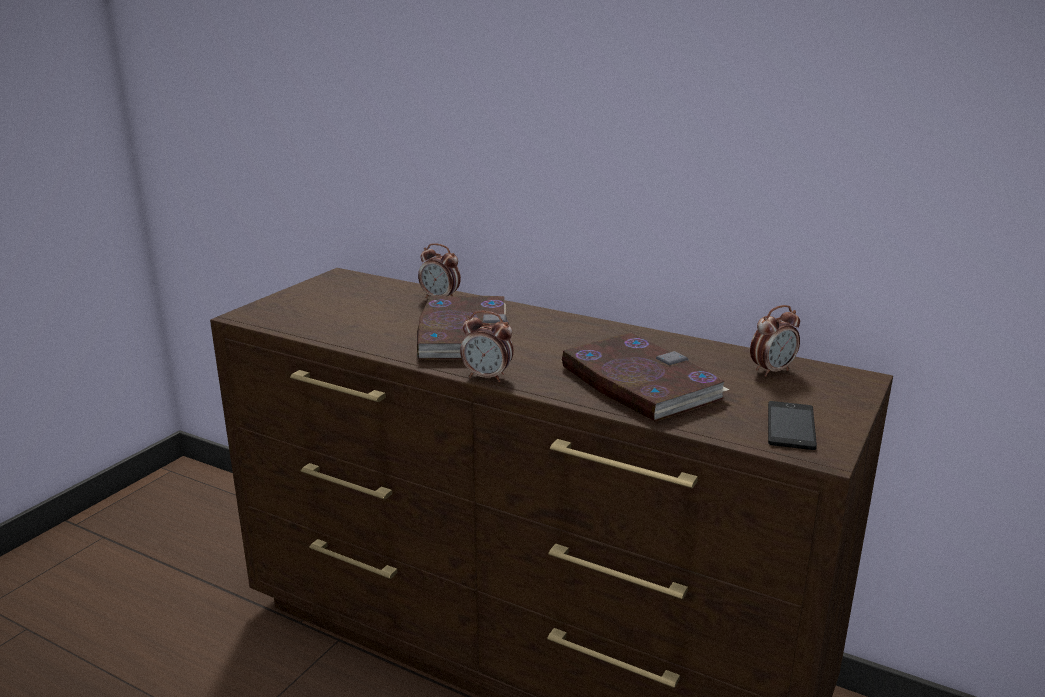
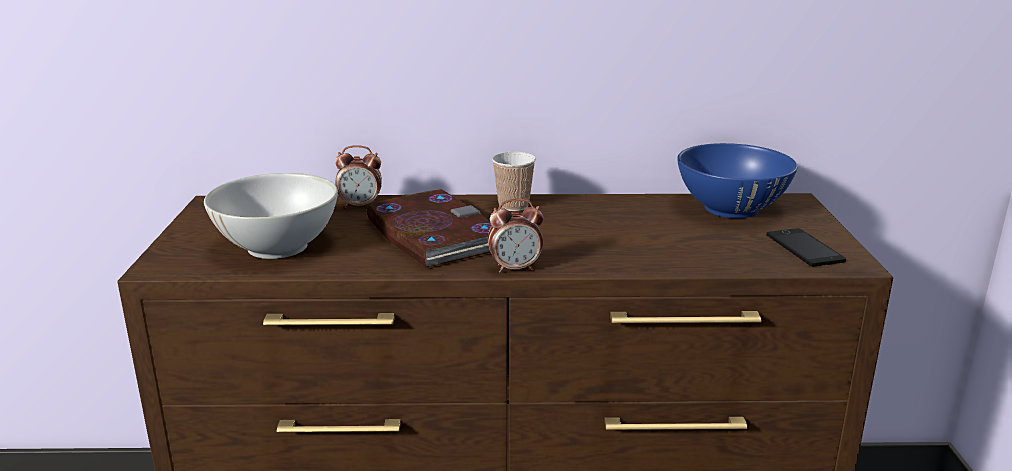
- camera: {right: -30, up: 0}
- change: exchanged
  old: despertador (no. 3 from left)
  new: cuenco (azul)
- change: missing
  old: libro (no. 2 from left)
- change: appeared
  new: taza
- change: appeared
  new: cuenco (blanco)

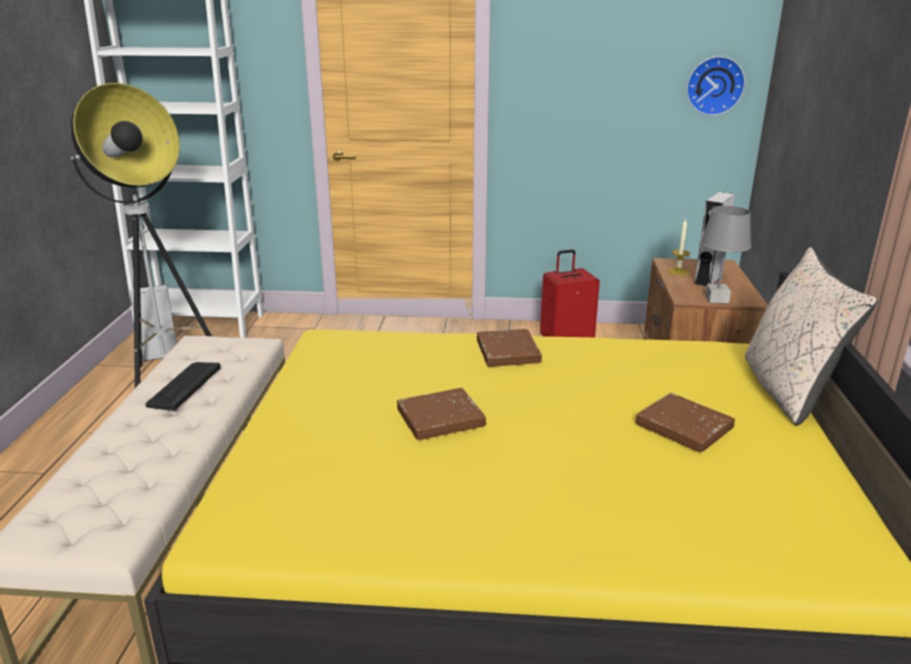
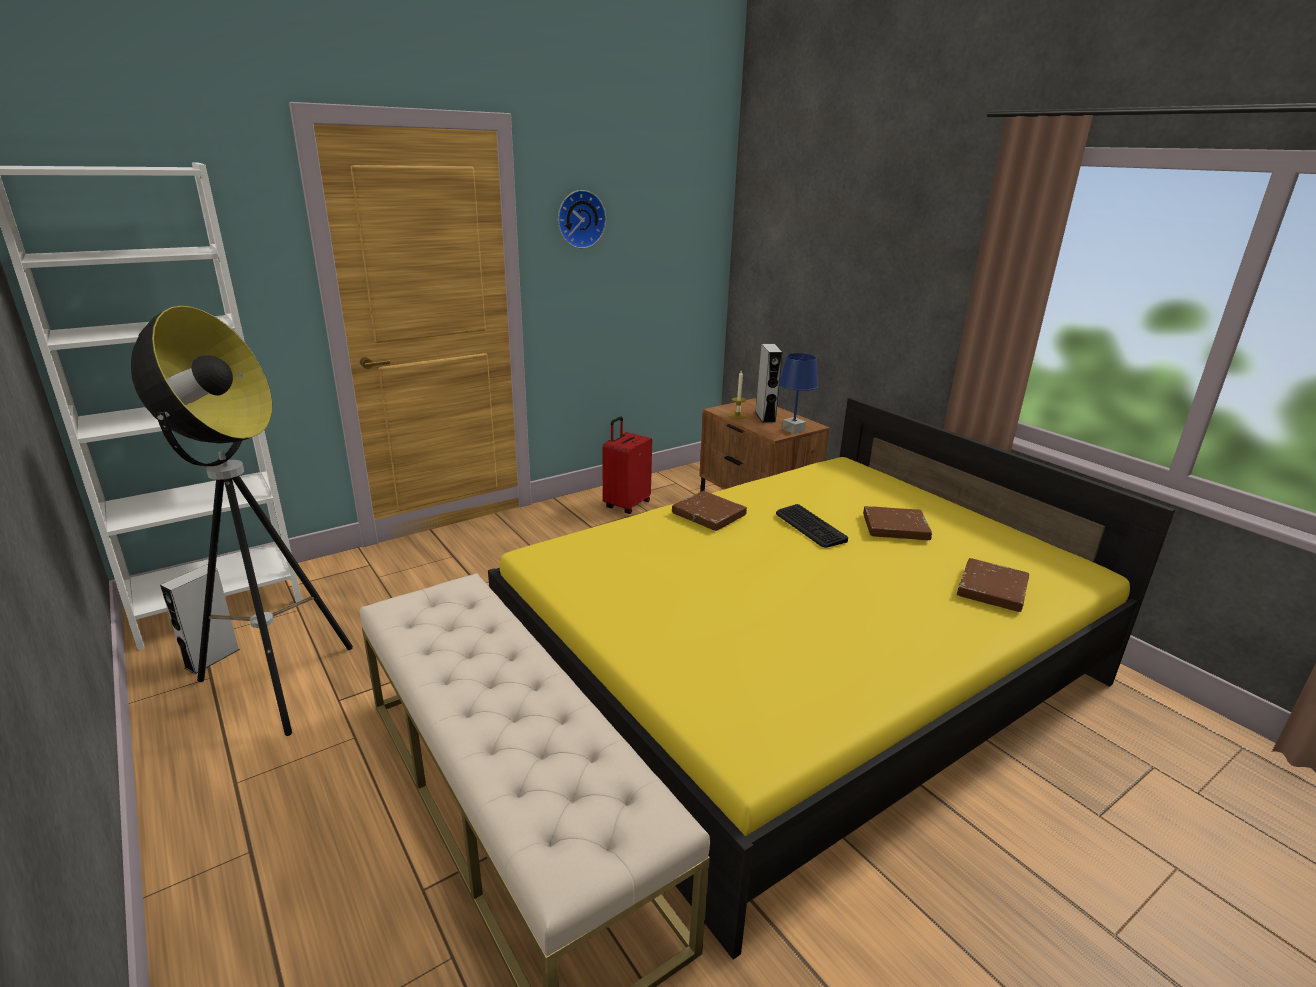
- camera: {right: -40, up: 0}
- change: relocated
  old: reloj de pared
- change: colour
  old: lámpara de mesa (gris)
  new: lámpara de mesa (azul)
- change: missing
  old: cojín (beis)
- change: relocated
  old: teclado
- change: relocated
  old: libro (marrón) (no. 1 from left in the first image)
  new: libro (marrón) (no. 3 from left)

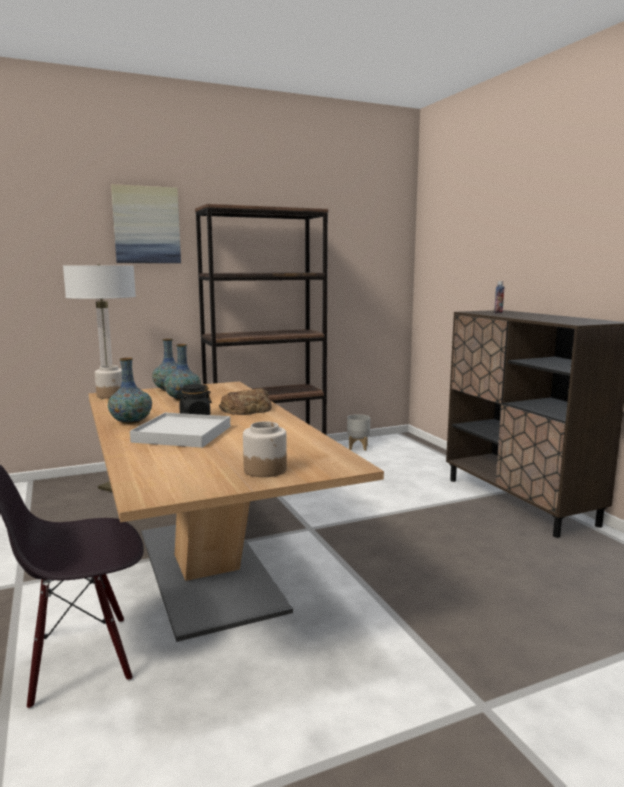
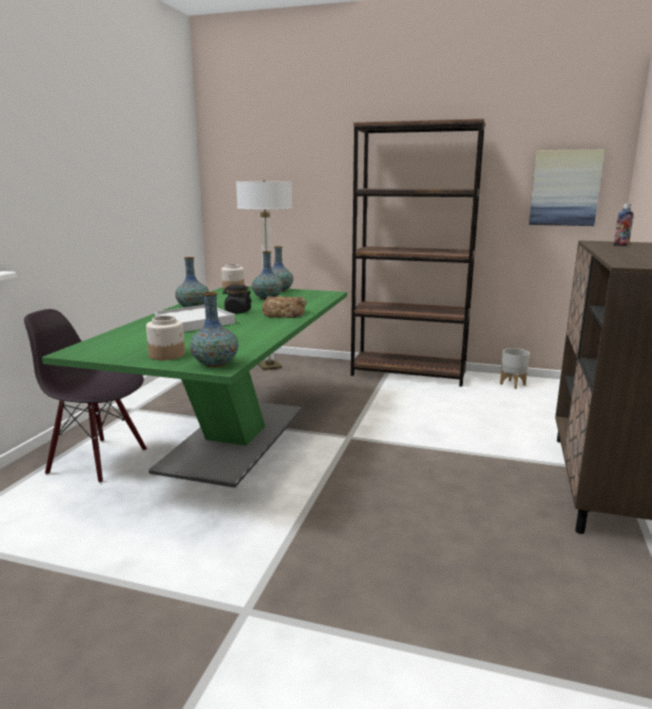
- camera: {right: 40, up: 5}
- change: relocated
  old: cuadro
- change: colour
  old: mesa de comedor (beis)
  new: mesa de comedor (verde)
- change: appeared
  new: florero (no. 2 from left)

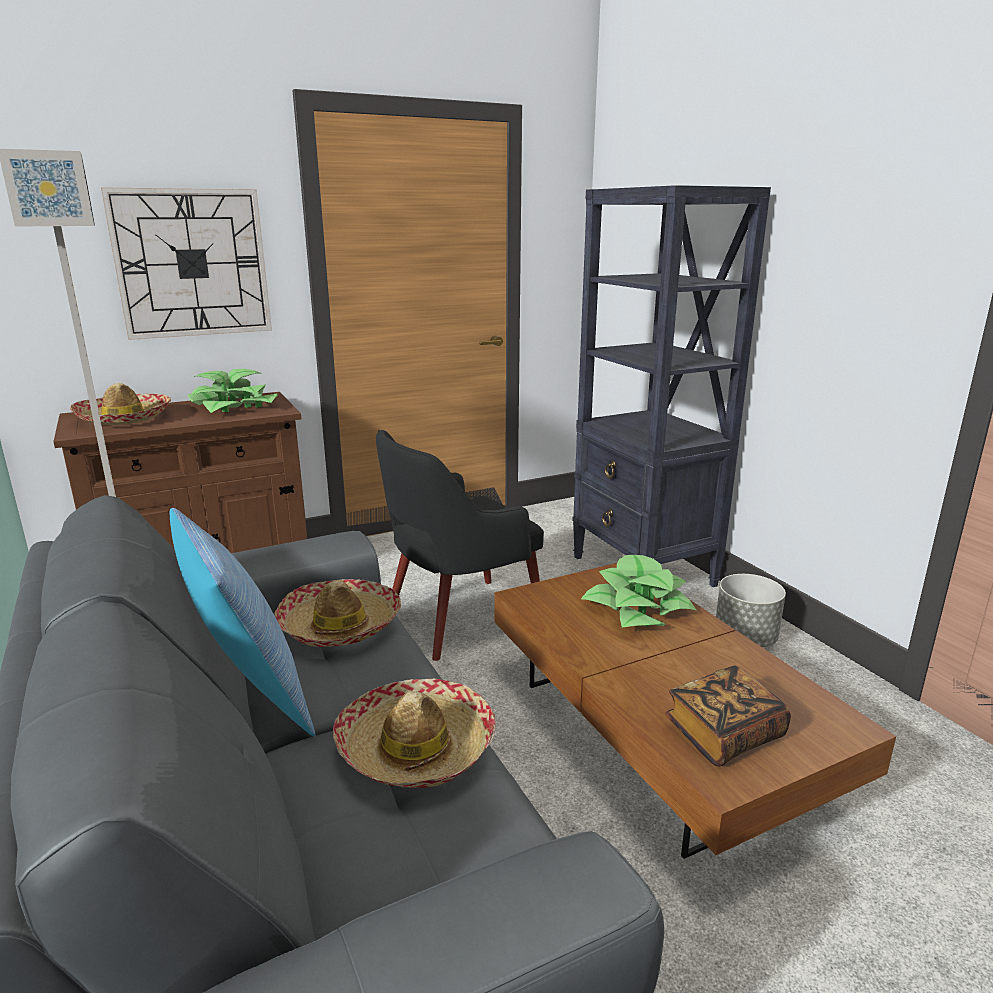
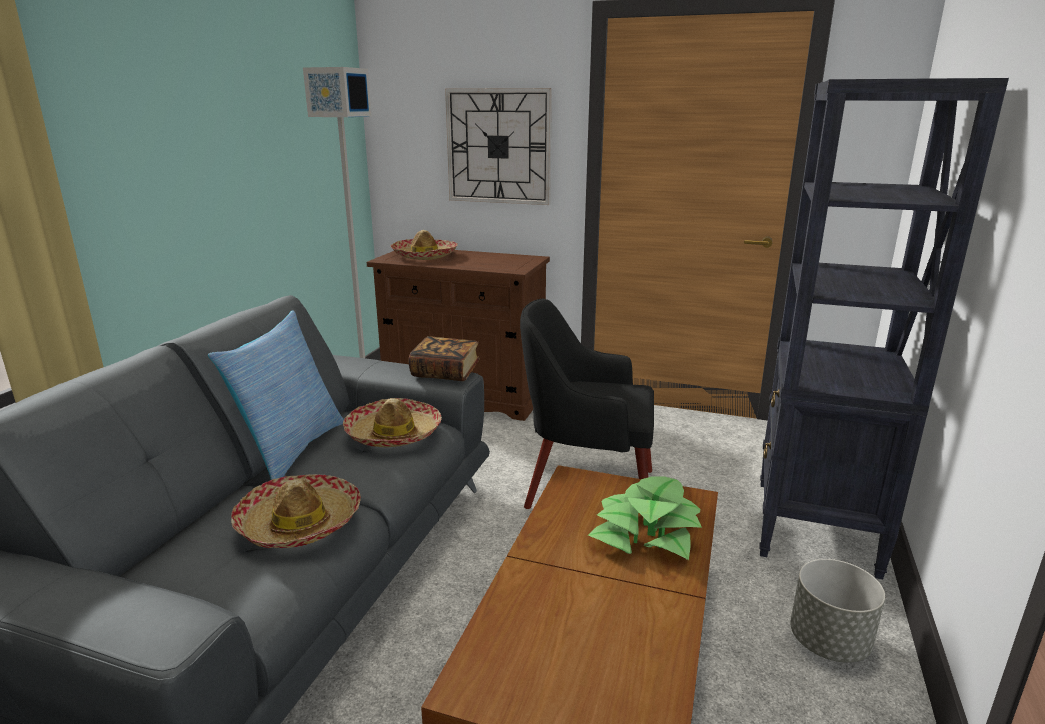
- camera: {right: 45, up: 0}
- change: missing
  old: planta en maceta (no. 1 from left)
- change: relocated
  old: libro

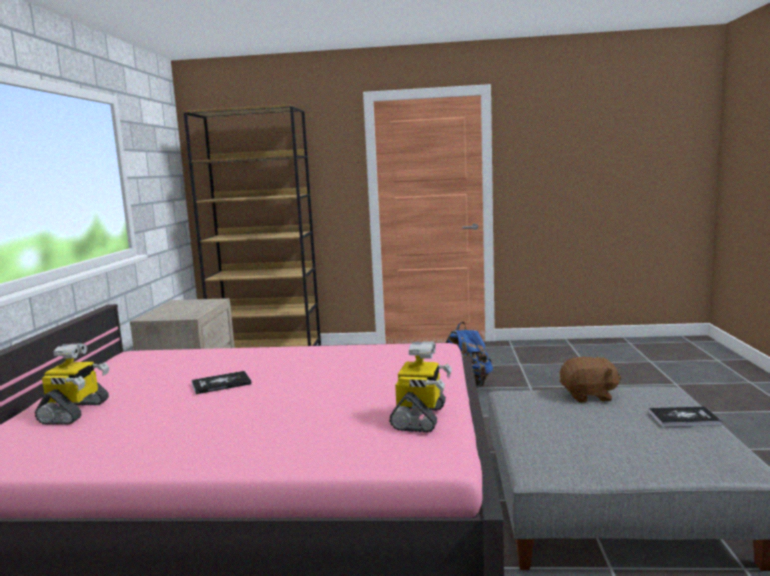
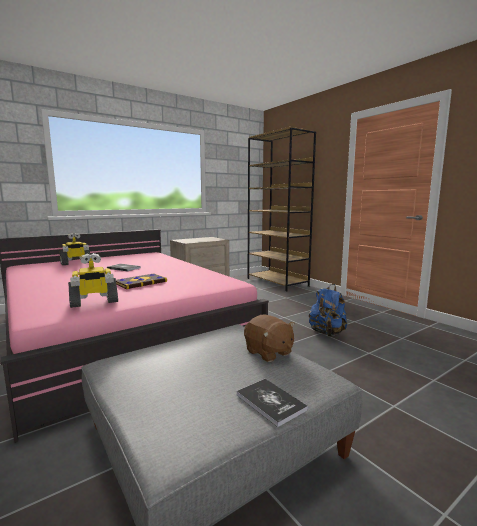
- camera: {right: 50, up: 0}
- change: appeared
  new: libro (no. 2 from left)

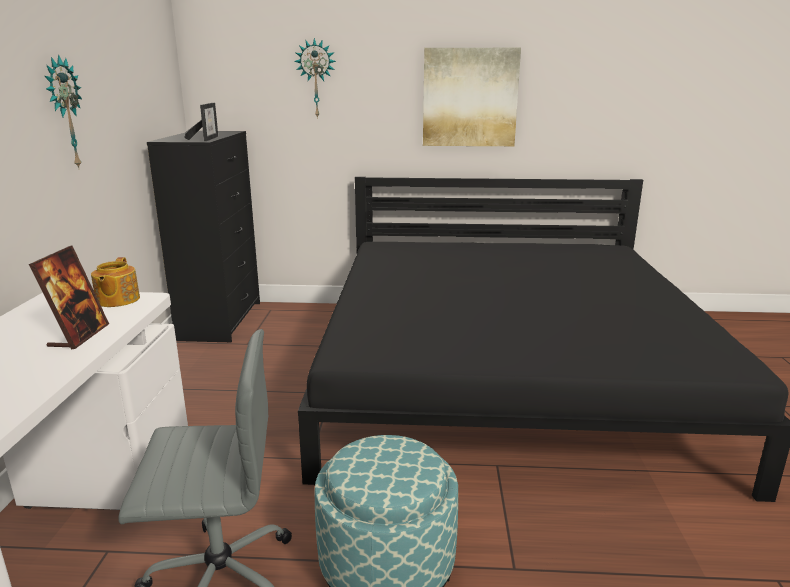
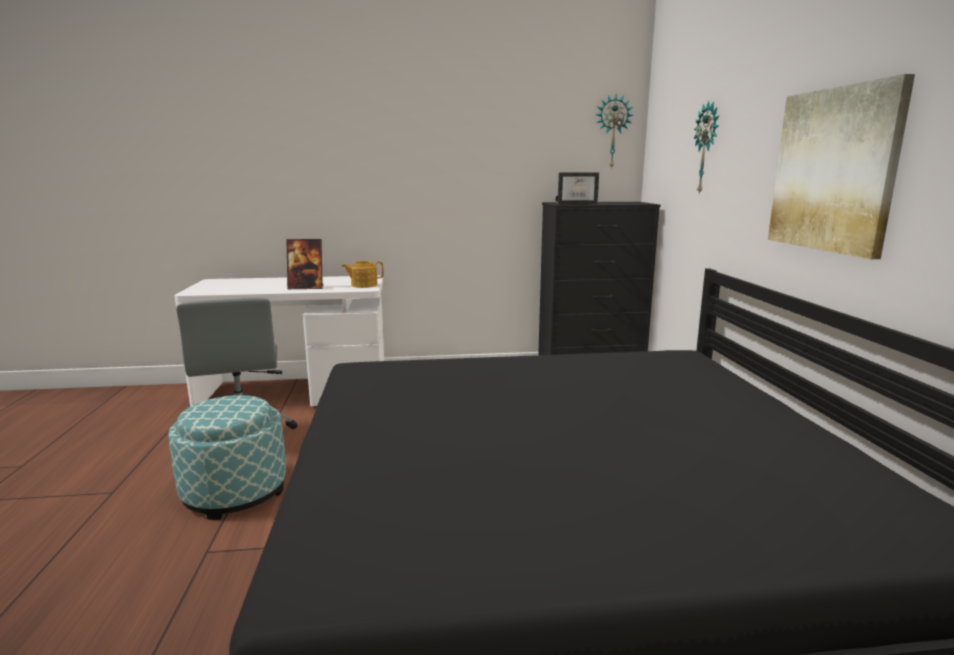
- camera: {right: 80, up: -5}
- change: relocated
  old: reloj de pared (no. 1 from left)

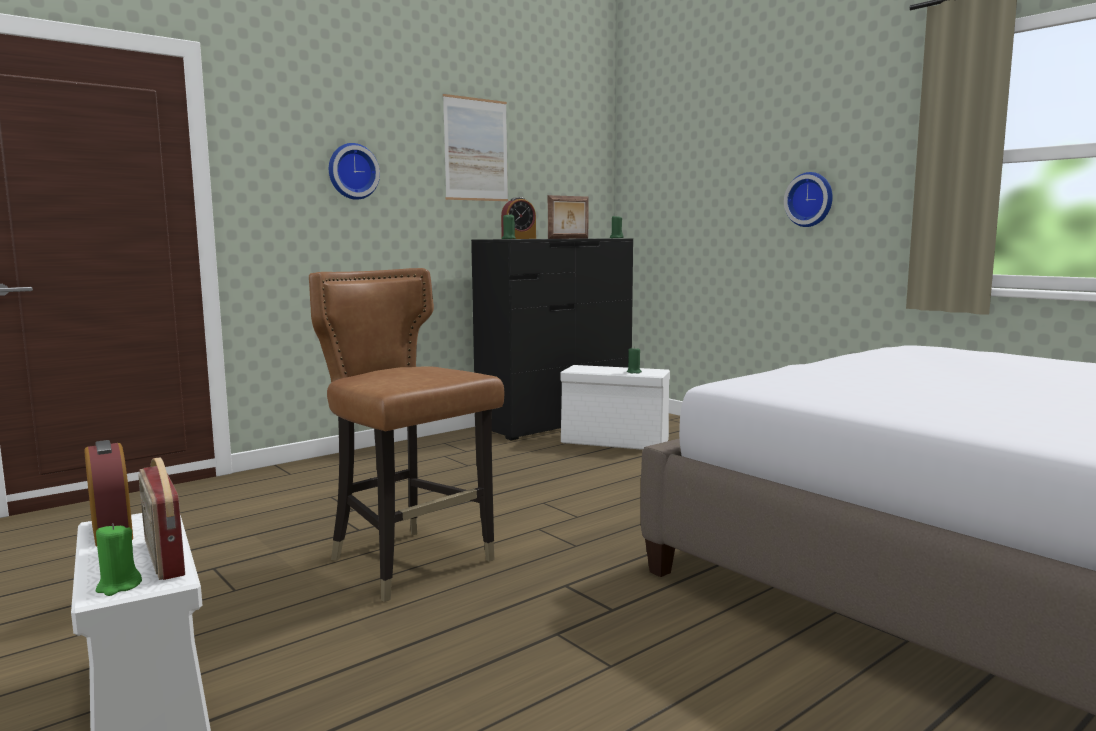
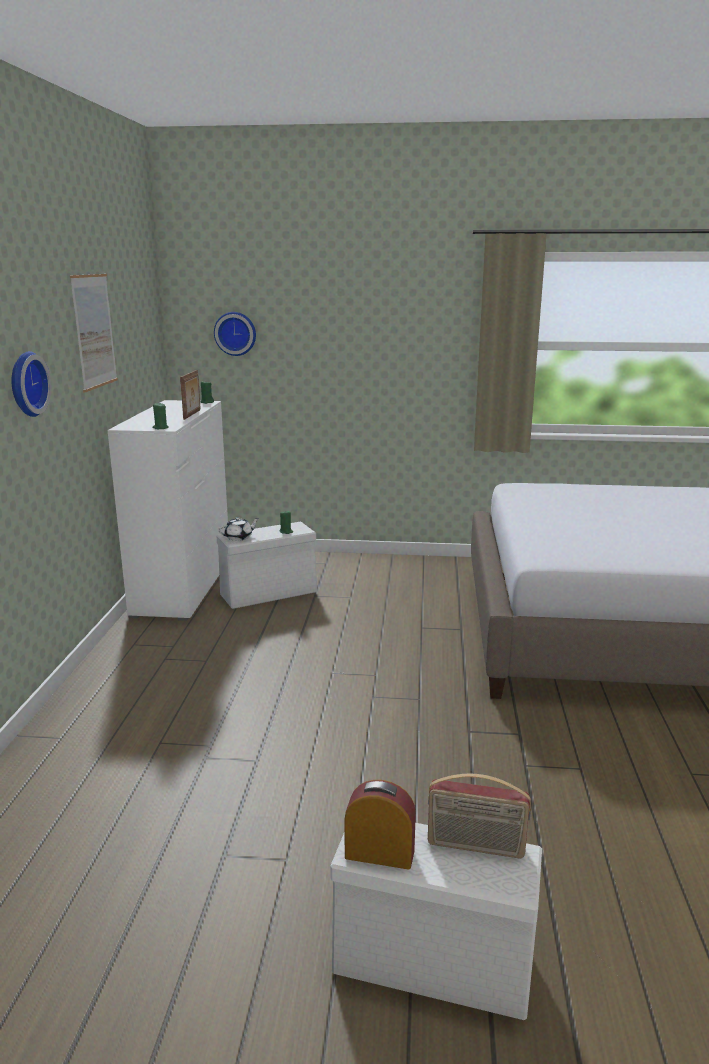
- camera: {right: -45, up: 10}
- change: relocated
  old: reloj de pared (no. 2 from left)
- change: missing
  old: despertador (no. 2 from left)
- change: colour
  old: cómoda (negro)
  new: cómoda (blanco)
- change: missing
  old: silla (marrón)
- change: missing
  old: vela (verde) (no. 1 from left)
- change: appeared
  new: tetera (blanco)

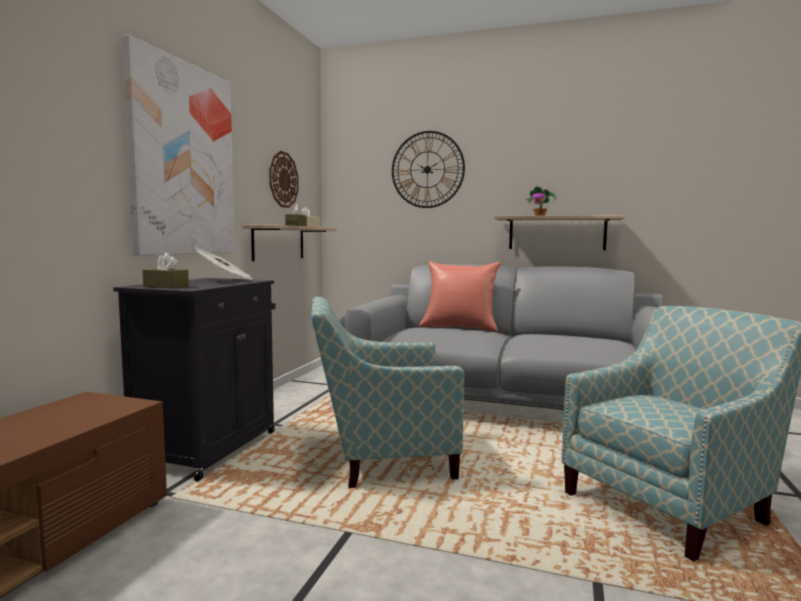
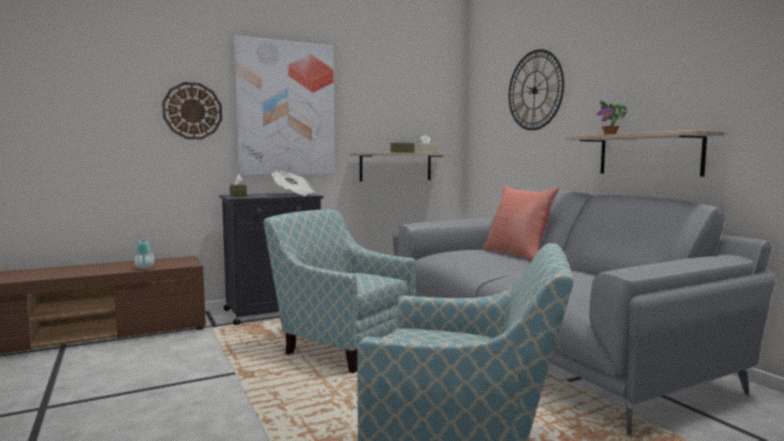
- camera: {right: 45, up: 0}
- change: relocated
  old: reloj de pared (no. 1 from left)
- change: appeared
  new: florero

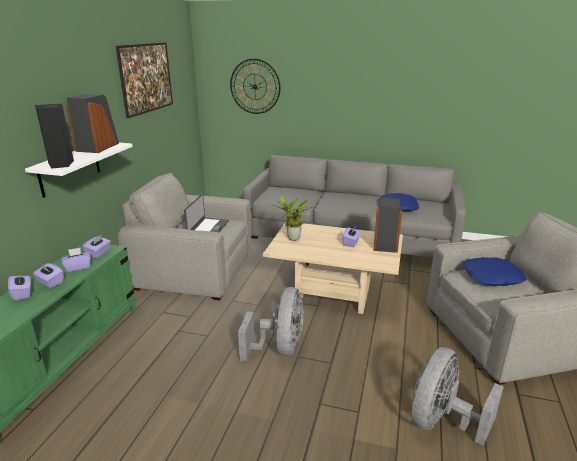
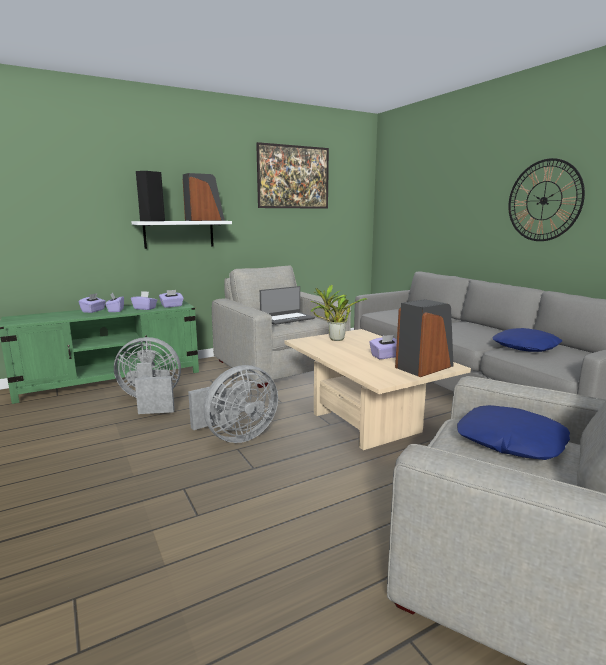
- camera: {right: 45, up: -10}
- change: relocated
  old: reloj de pared
- change: relocated
  old: ventilador (gris) (no. 2 from left in the first image)
  new: ventilador (gris) (no. 1 from left)

